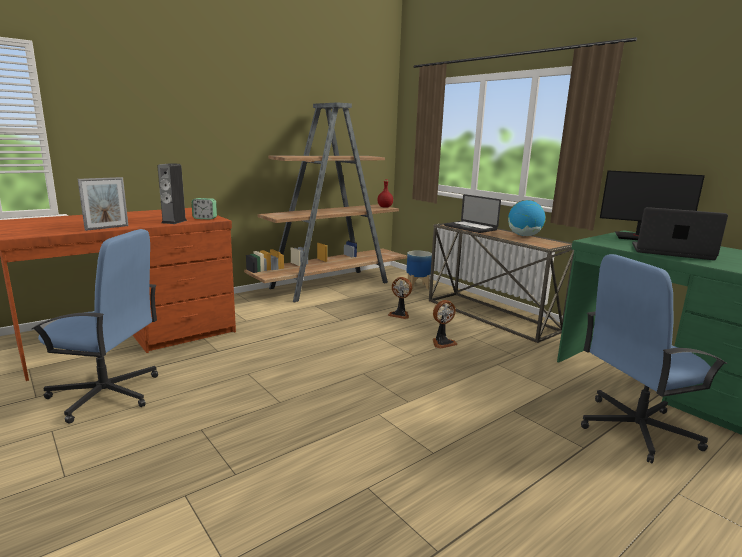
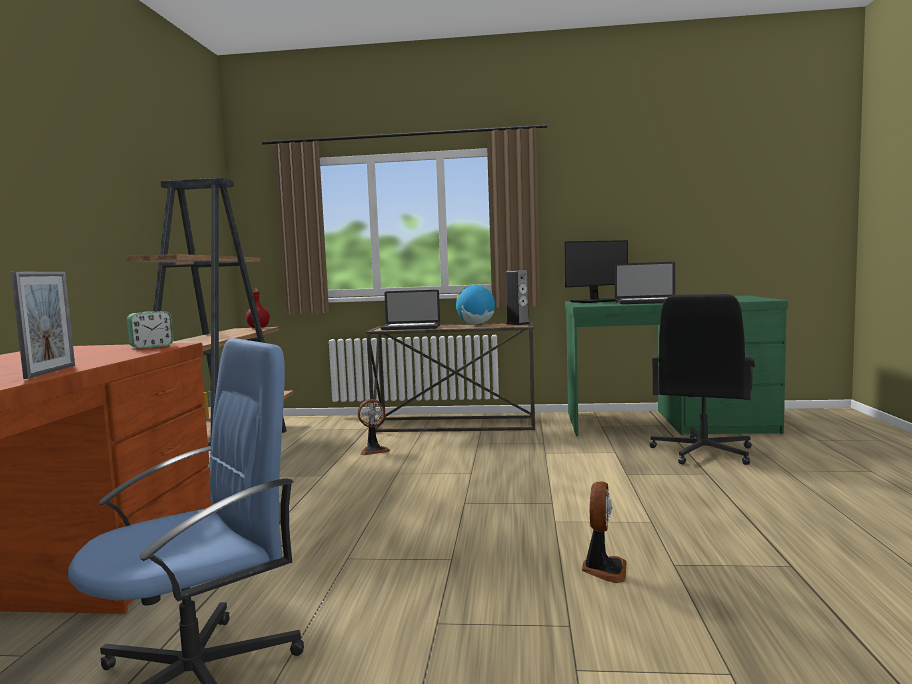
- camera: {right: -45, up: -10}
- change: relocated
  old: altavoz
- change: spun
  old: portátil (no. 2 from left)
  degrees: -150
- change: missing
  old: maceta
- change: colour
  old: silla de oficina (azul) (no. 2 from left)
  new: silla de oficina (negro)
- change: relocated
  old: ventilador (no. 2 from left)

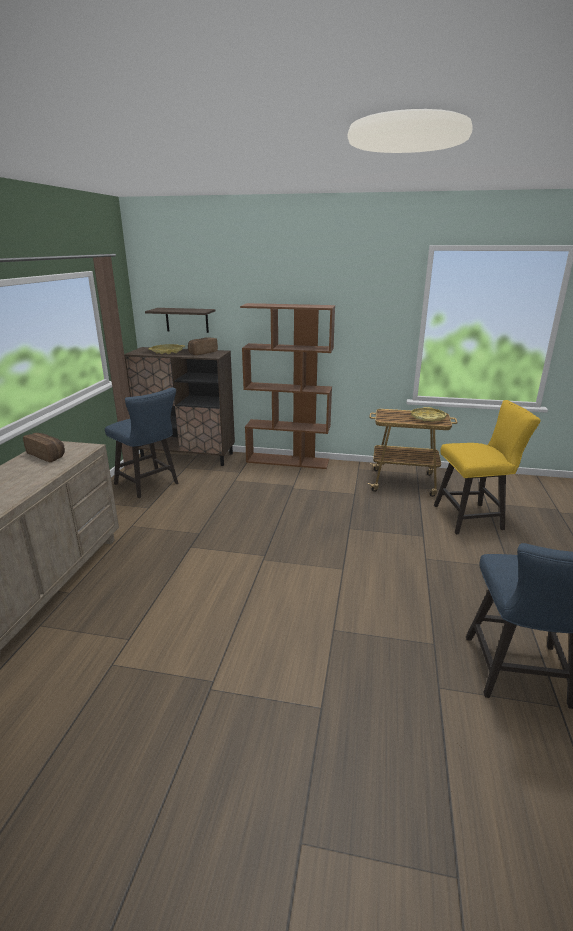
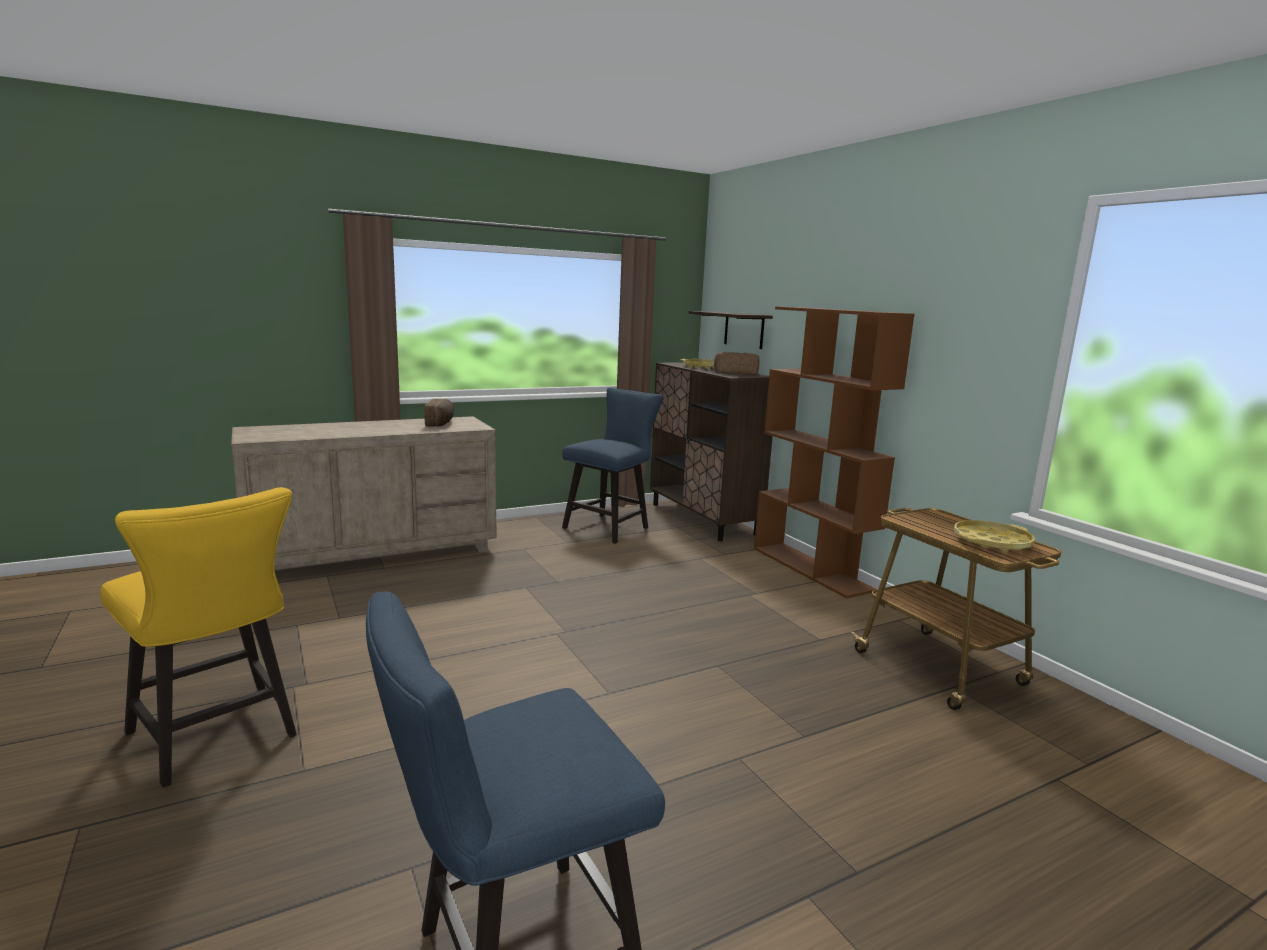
- camera: {right: 50, up: -10}
- change: spun
  old: silla (azul) (no. 1 from left in the first image)
  degrees: -150
- change: relocated
  old: silla (amarillo)

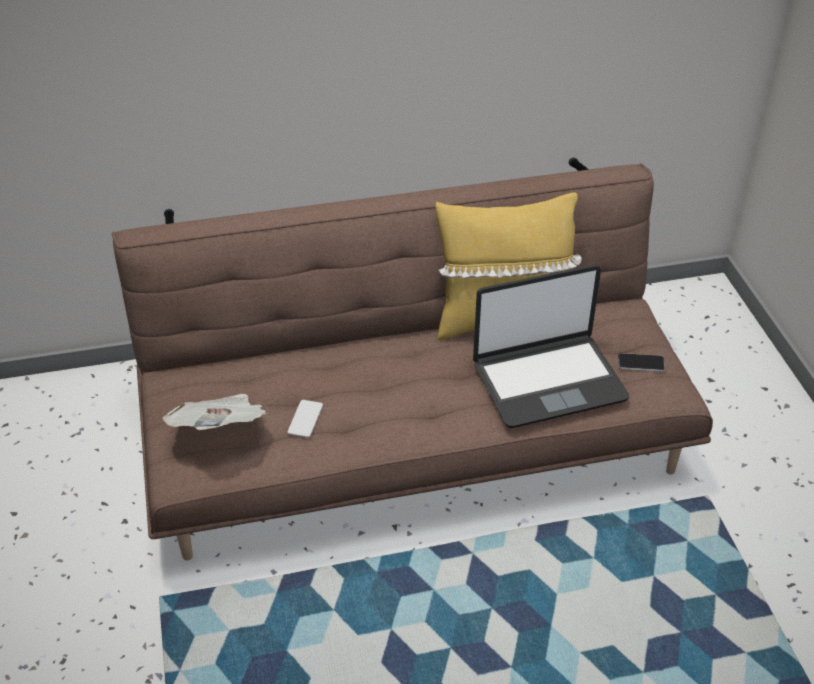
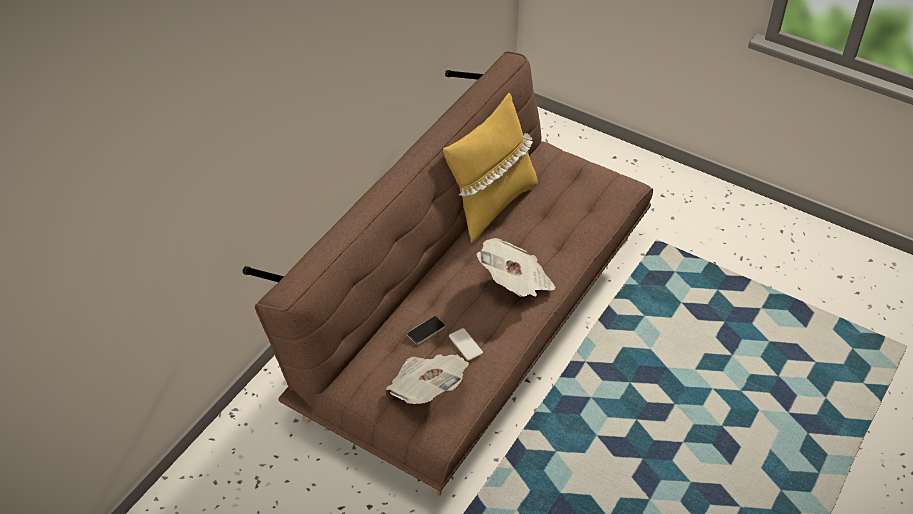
- camera: {right: -45, up: 5}
- change: missing
  old: portátil
- change: relocated
  old: móvil (no. 2 from left in the first image)
  new: móvil (no. 1 from left)
- change: appeared
  new: periódico (no. 2 from left)

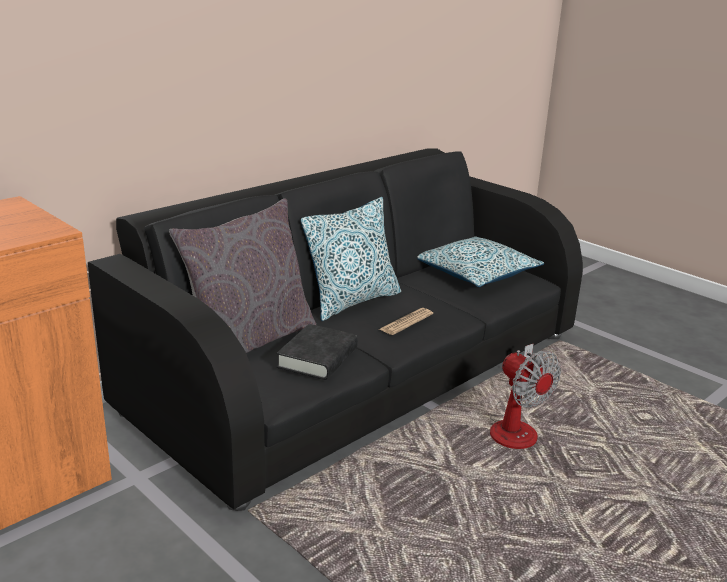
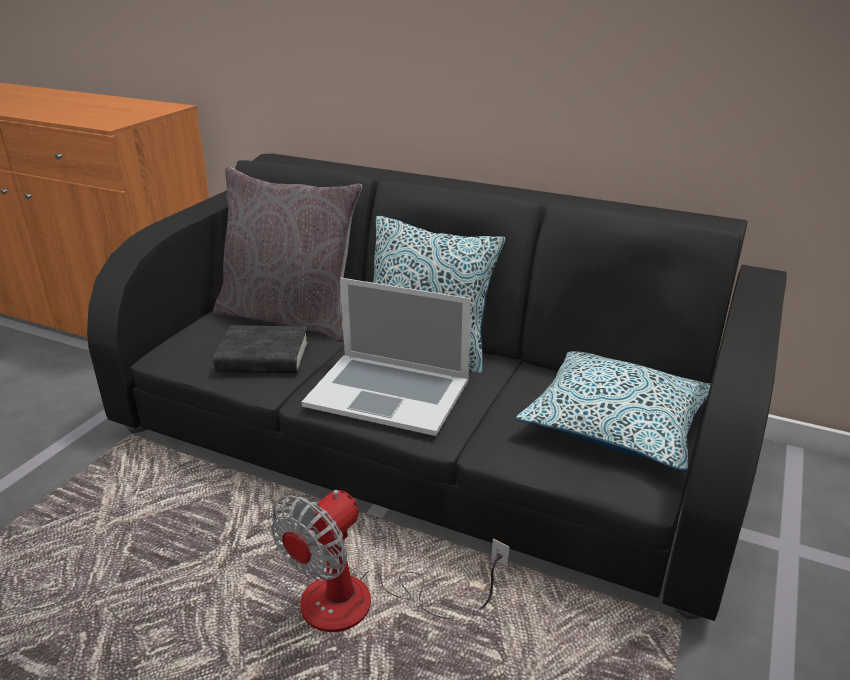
- camera: {right: 70, up: 5}
- change: exchanged
  old: periódico
  new: portátil

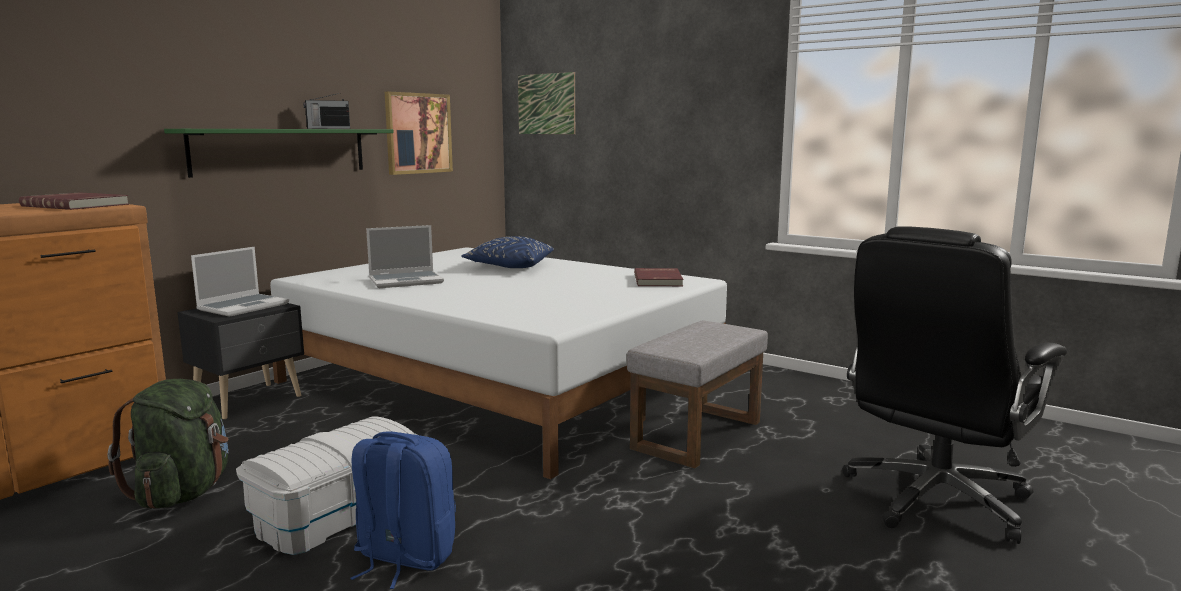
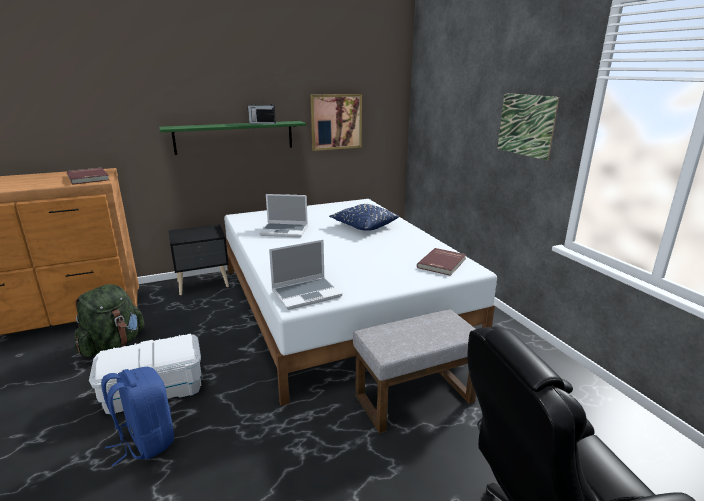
- camera: {right: 30, up: 10}
- change: relocated
  old: cuadro (no. 2 from left)
- change: relocated
  old: portátil (no. 1 from left in the first image)
  new: portátil (no. 2 from left)

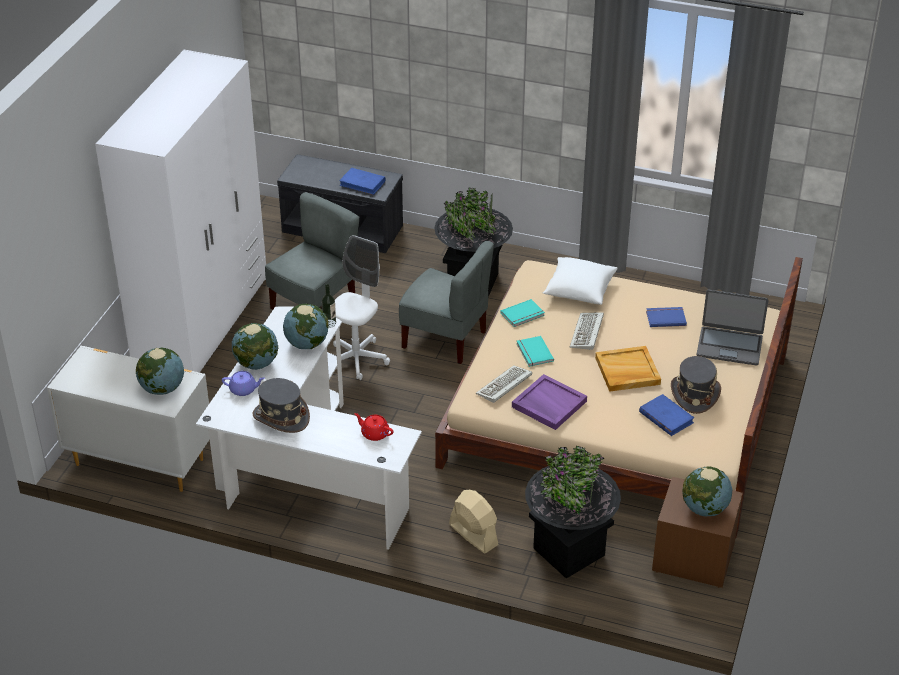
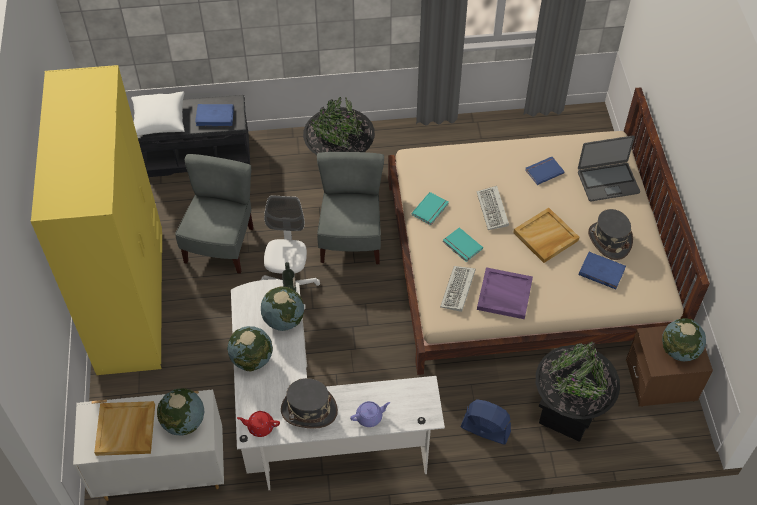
- camera: {right: -25, up: 15}
- change: colour
  old: armario ropero (blanco)
  new: armario ropero (amarillo)
- change: spun
  old: silla (gris) (no. 2 from left)
  degrees: -90
- change: relocated
  old: cojín (blanco)
- change: relocated
  old: tetera (morado)
- change: relocated
  old: tetera (rojo)
- change: colour
  old: ventilador (beis)
  new: ventilador (azul)
- change: appeared
  new: bandeja (beis) (no. 1 from left)

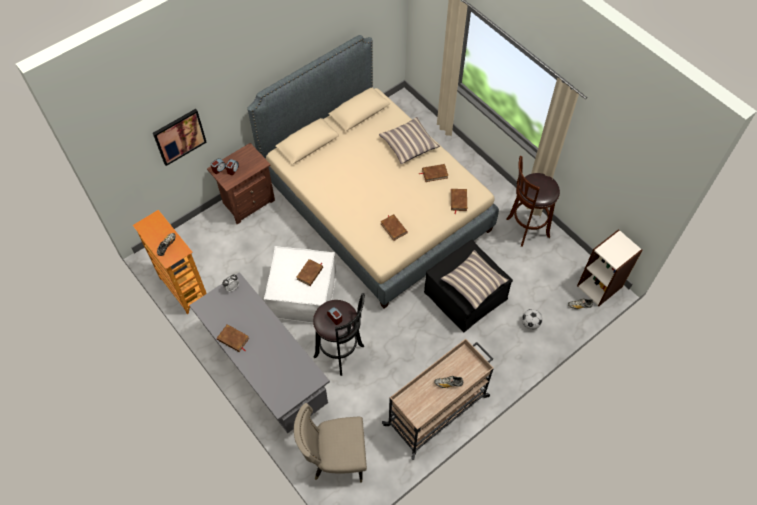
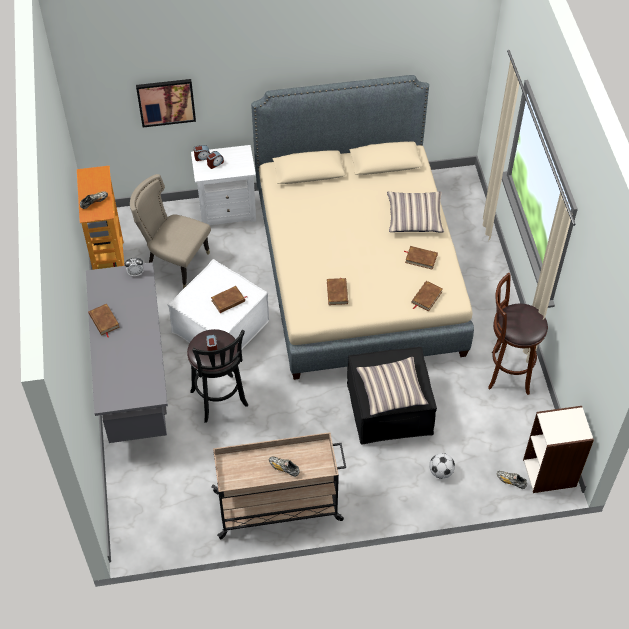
- camera: {right: 30, up: -5}
- change: colour
  old: mesita de noche (marrón)
  new: mesita de noche (blanco)
- change: relocated
  old: silla (beis)

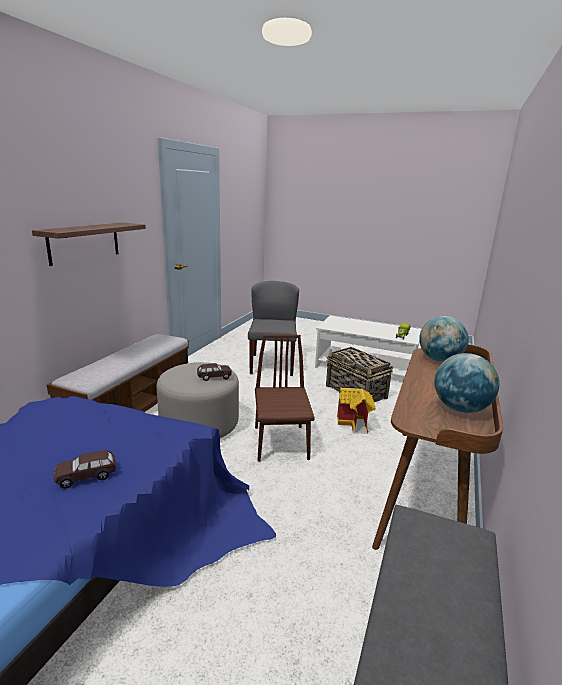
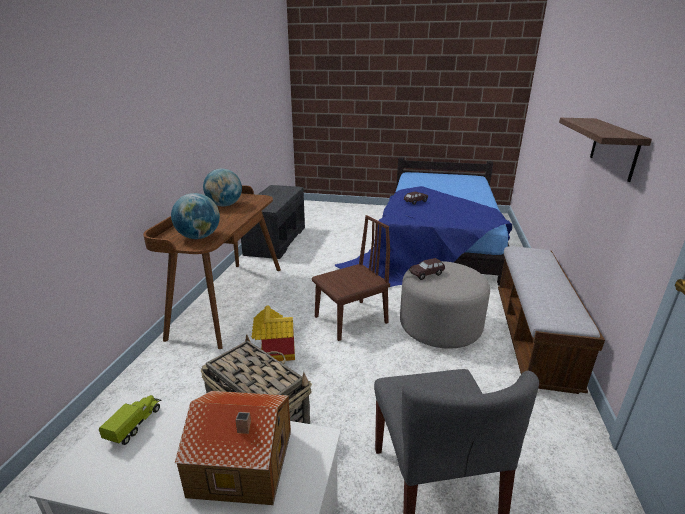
- camera: {right: 170, up: 5}
- change: spun
  old: silla (marrón)
  degrees: -105
- change: appeared
  new: casita (no. 1 from left)

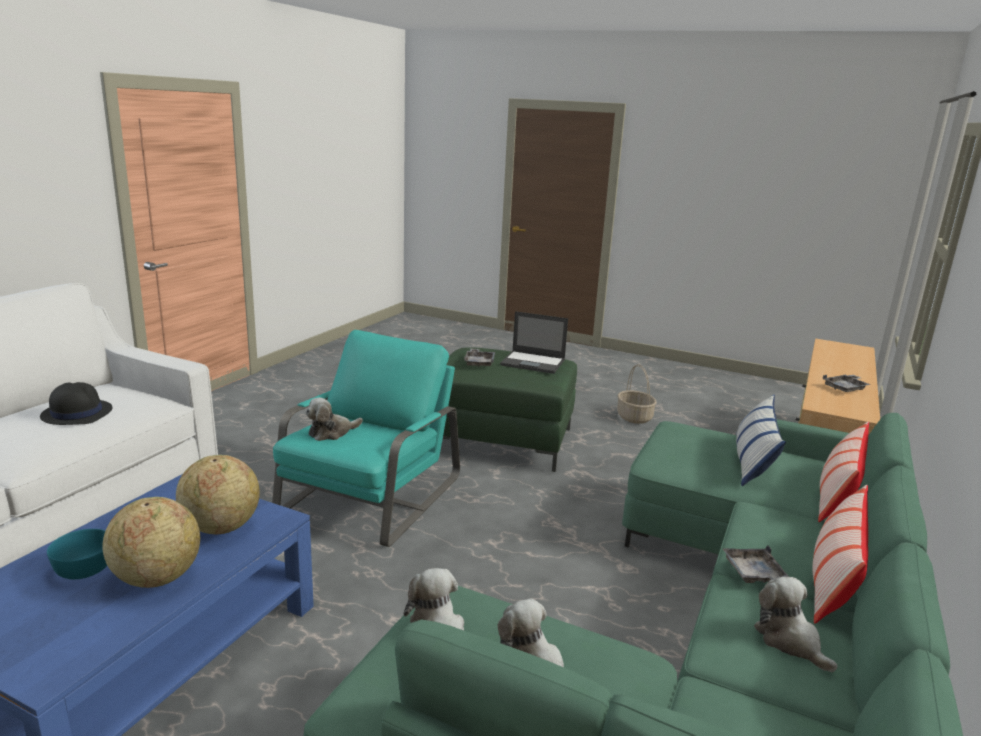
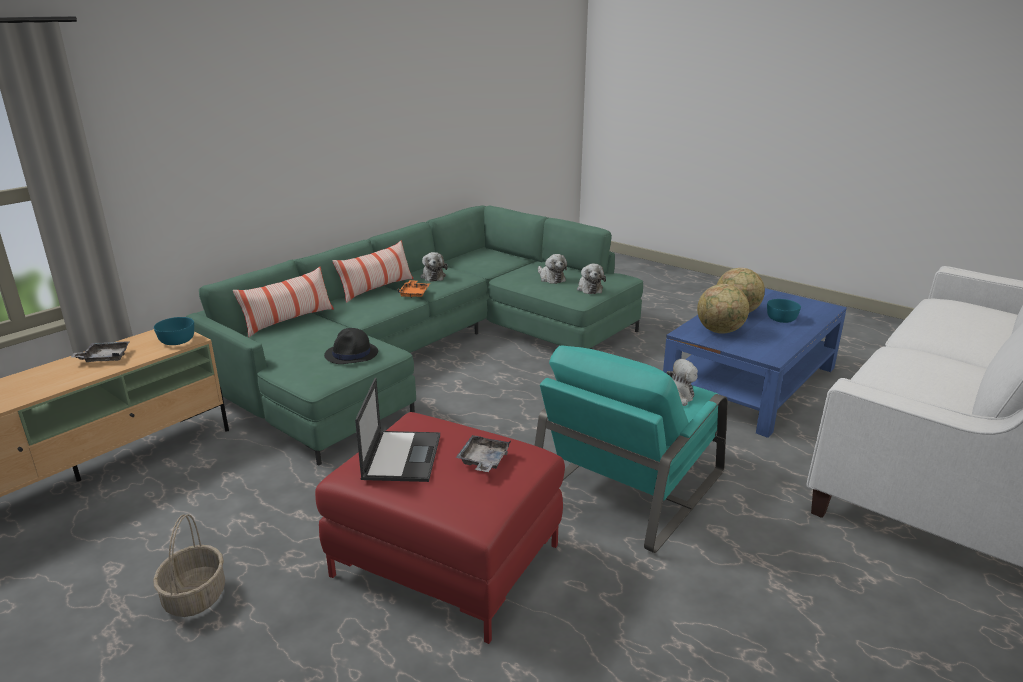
- camera: {right: -165, up: 5}
- change: spun
  old: portátil
  degrees: 60
- change: colour
  old: puf (verde)
  new: puf (rojo)
- change: relocated
  old: sombrero (negro)
- change: missing
  old: cojín (no. 1 from left)
- change: colour
  old: bandeja (gris) (no. 2 from left)
  new: bandeja (naranja)
- change: appeared
  new: cuenco (turquesa) (no. 1 from left)

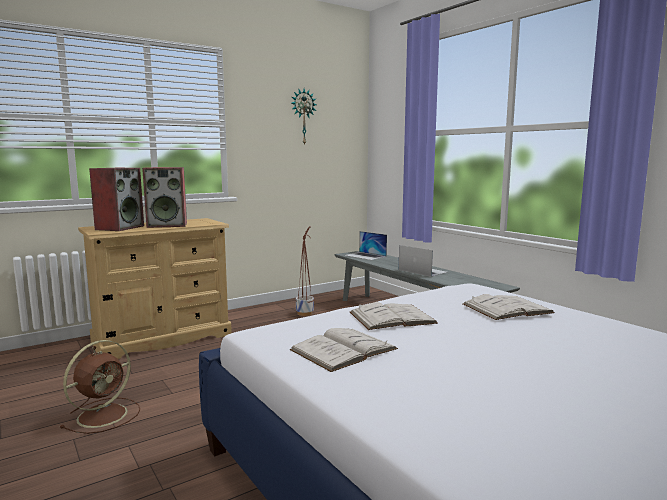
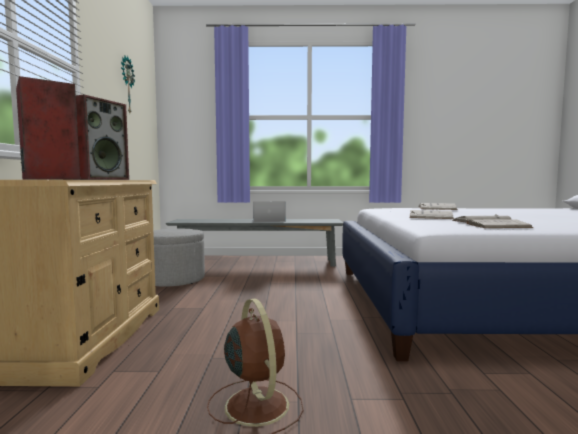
- camera: {right: -55, up: -5}
- change: exchanged
  old: maceta
  new: puf (gris)
- change: missing
  old: portátil (no. 1 from left)

